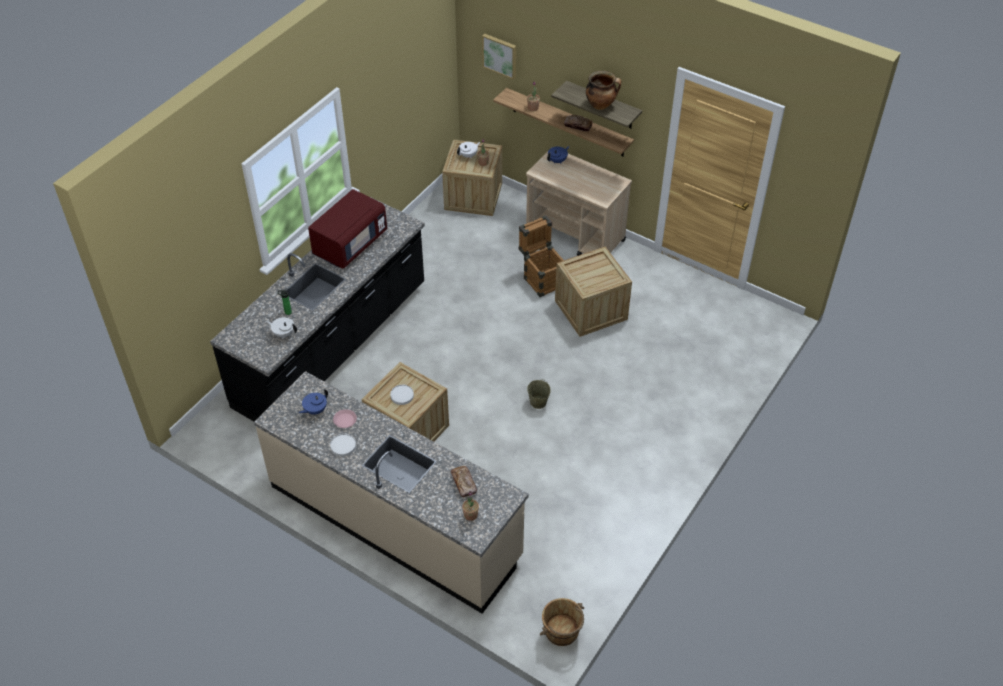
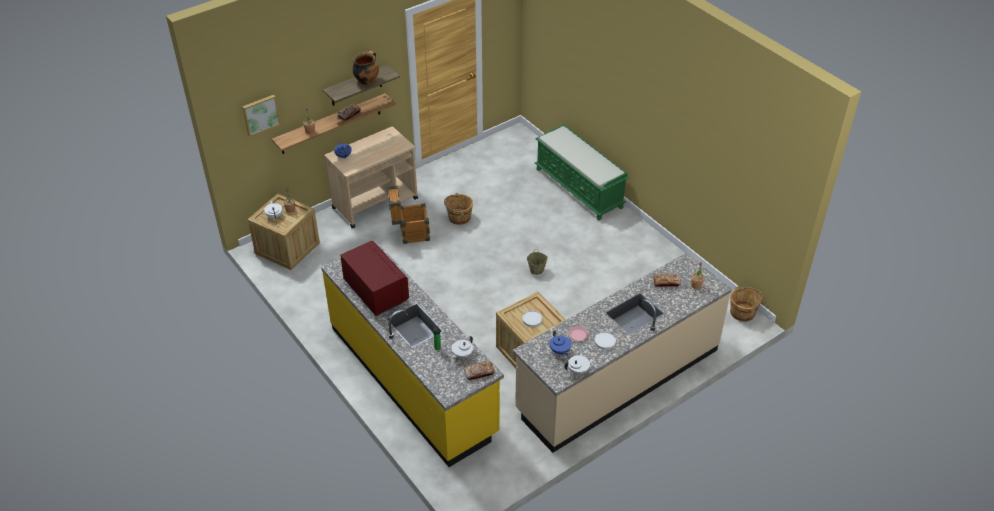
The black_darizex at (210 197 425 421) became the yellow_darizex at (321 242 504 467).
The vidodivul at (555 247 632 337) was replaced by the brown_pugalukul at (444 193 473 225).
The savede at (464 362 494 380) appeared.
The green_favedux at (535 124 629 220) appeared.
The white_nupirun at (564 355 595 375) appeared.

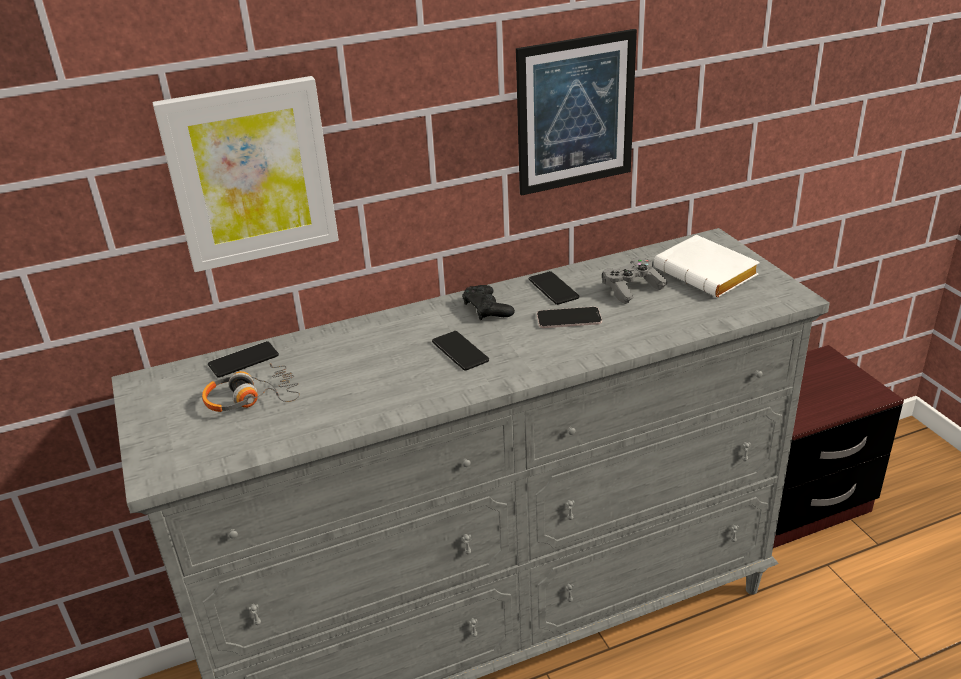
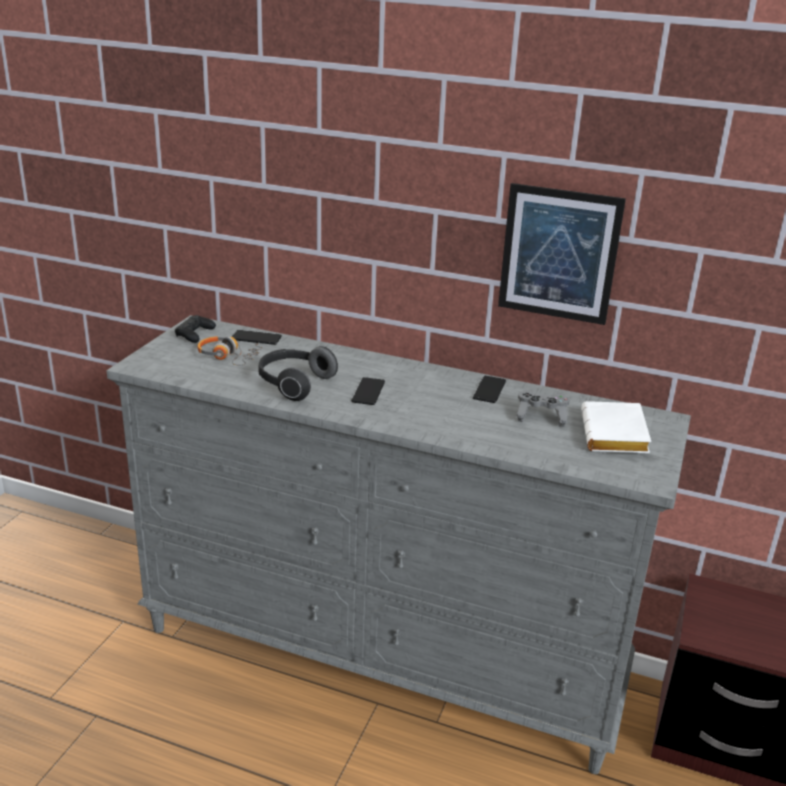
The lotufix at (152 76 339 272) disappeared.
The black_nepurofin moved from (462 285 515 320) to (175 315 216 343).
The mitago at (537 307 602 328) disappeared.
The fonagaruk at (258 346 338 401) appeared.

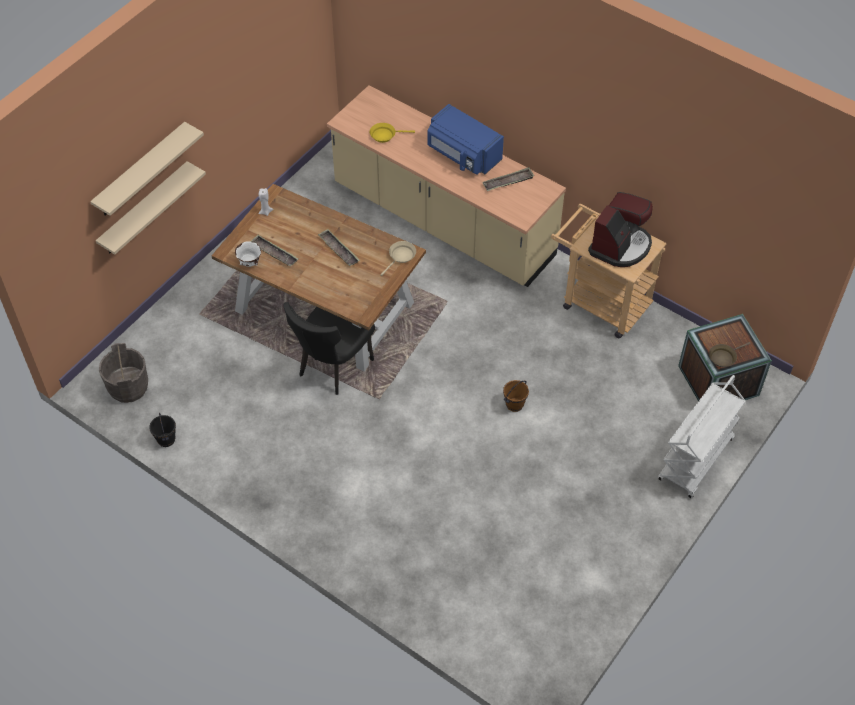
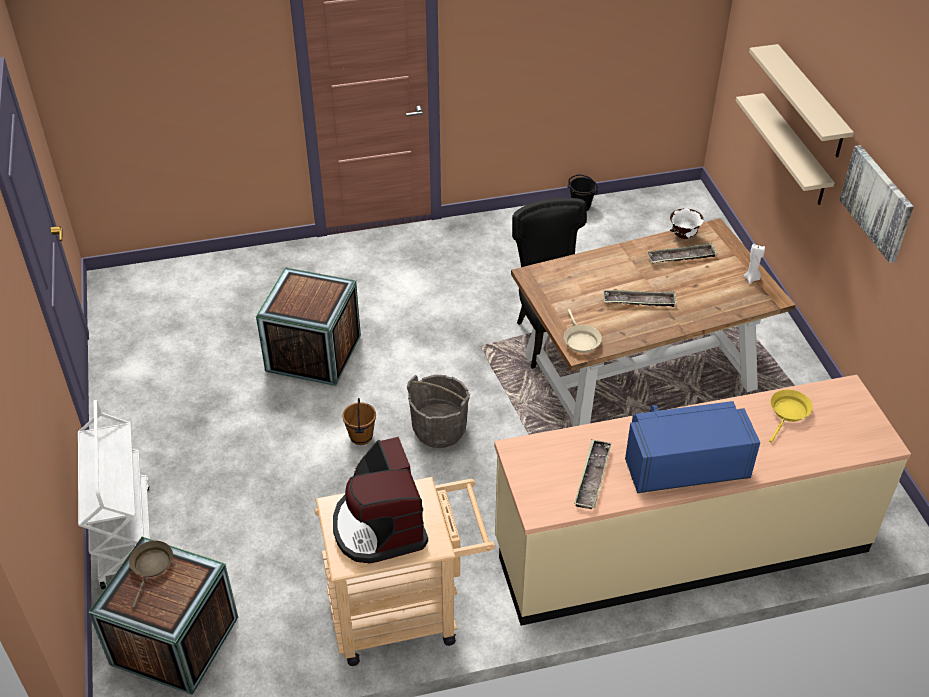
The grey_pugalukul moved from (99 343 148 403) to (407 375 470 448).
The vidodivul at (256 267 361 386) appeared.
The lotufix at (840 145 914 263) appeared.

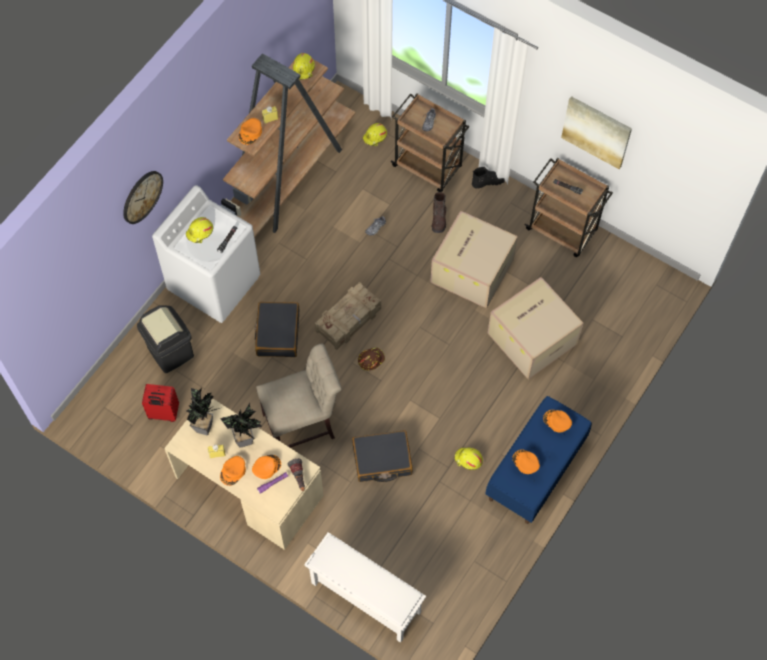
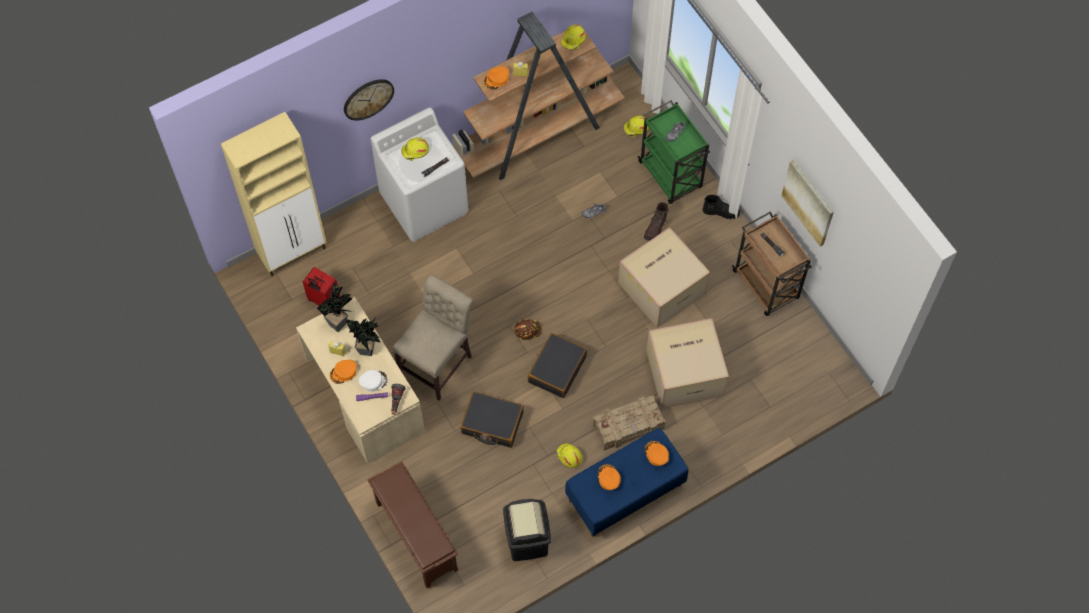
The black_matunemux moved from (137 305 194 373) to (503 499 551 561).
The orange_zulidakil at (252 455 281 479) became the white_zulidakil at (359 370 389 392).
The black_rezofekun moved from (254 302 299 357) to (528 333 587 398).
The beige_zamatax at (256 343 342 448) turned 60 degrees counterclockwise.
The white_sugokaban at (304 532 426 643) became the brown_sugokaban at (367 461 458 588).
The vidodivul moved from (315 282 381 350) to (593 395 666 451).
The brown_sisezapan at (390 93 469 192) became the green_sisezapan at (638 100 710 204).
The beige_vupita at (221 112 327 276) appeared.

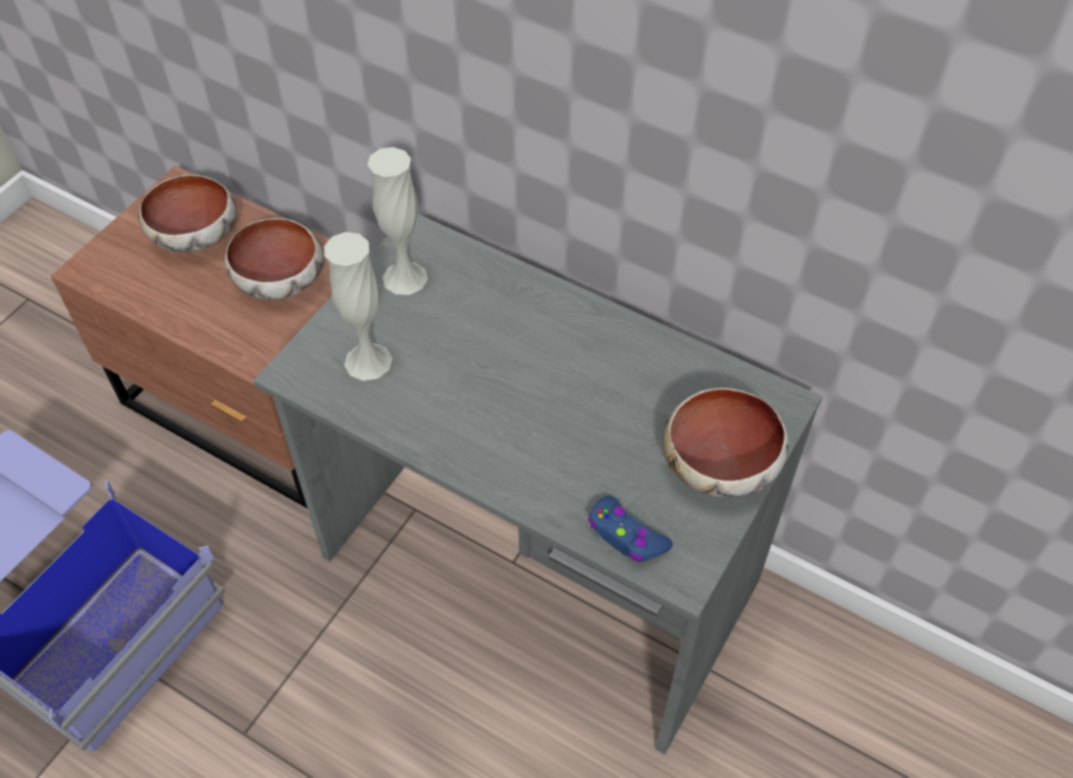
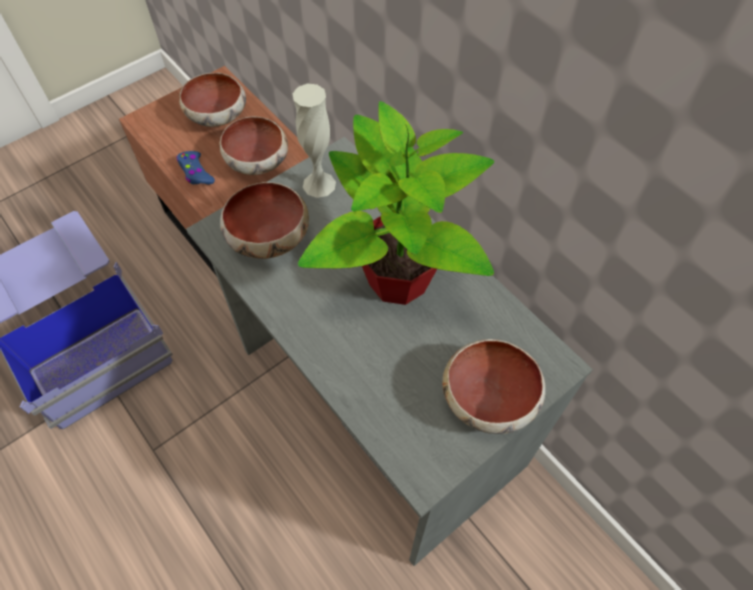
The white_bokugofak at (324 232 392 381) was replaced by the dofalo at (220 182 309 259).
The blue_nepurofin moved from (588 496 673 562) to (177 151 215 185).
The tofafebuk at (298 101 494 305) appeared.

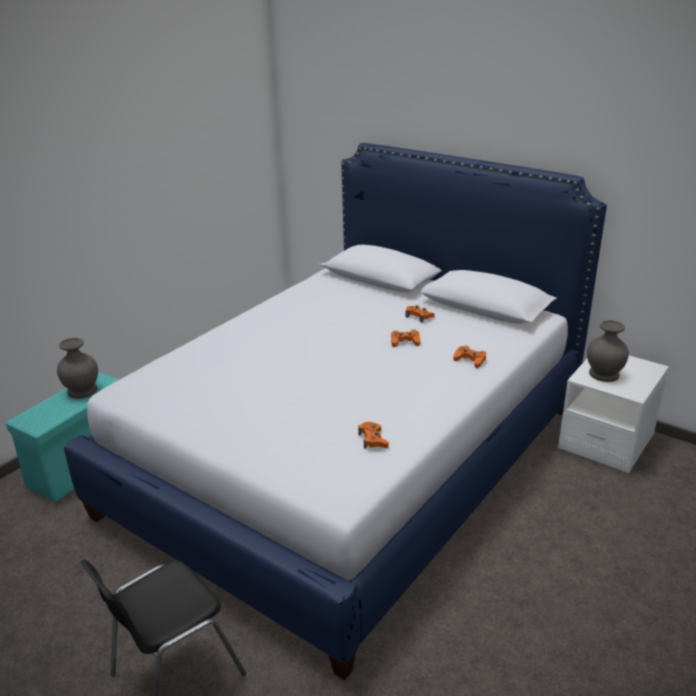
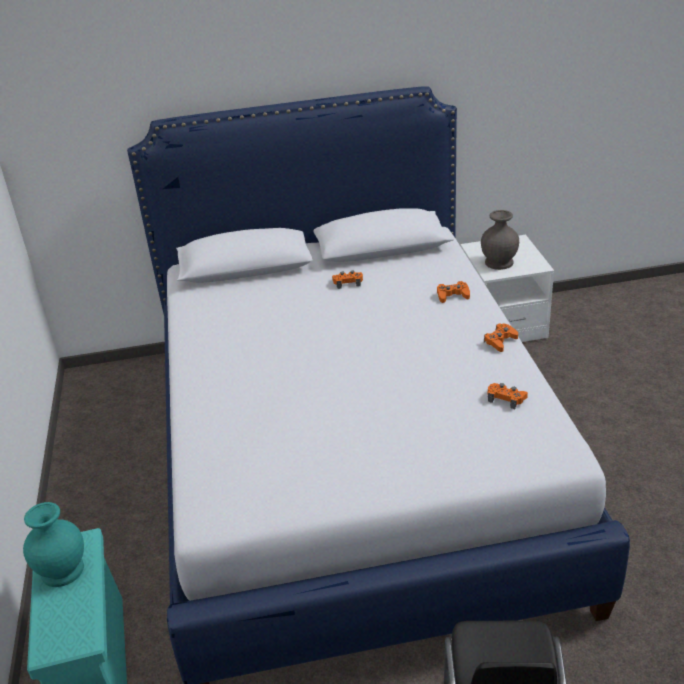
The grey_bokugofak at (57 338 98 398) became the turquoise_bokugofak at (23 502 84 587).
The orange_nepurofin moved from (391 330 420 347) to (484 323 518 352).

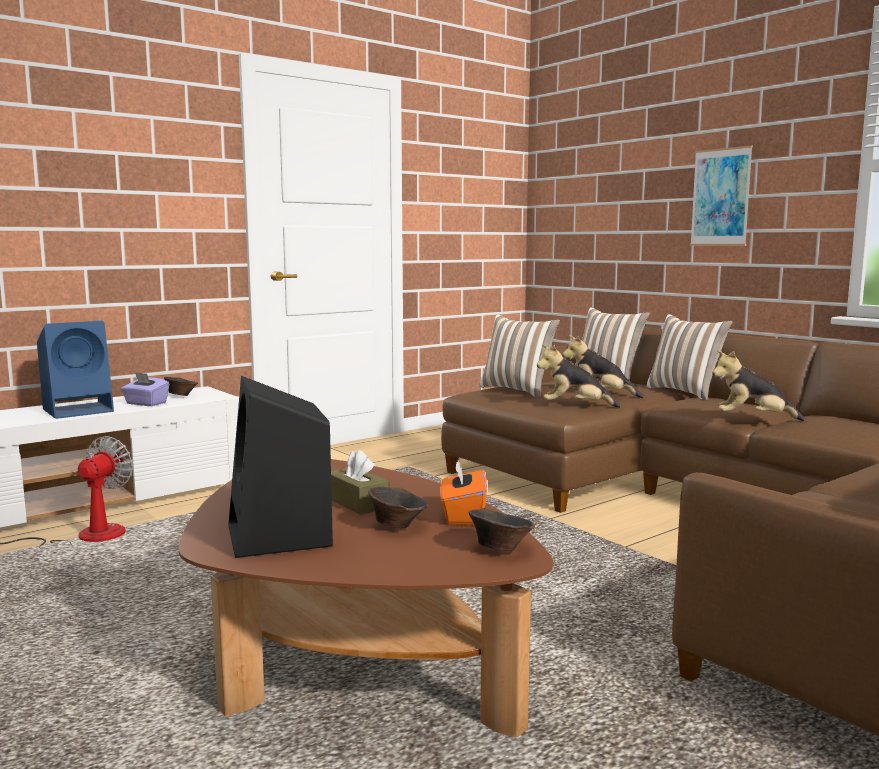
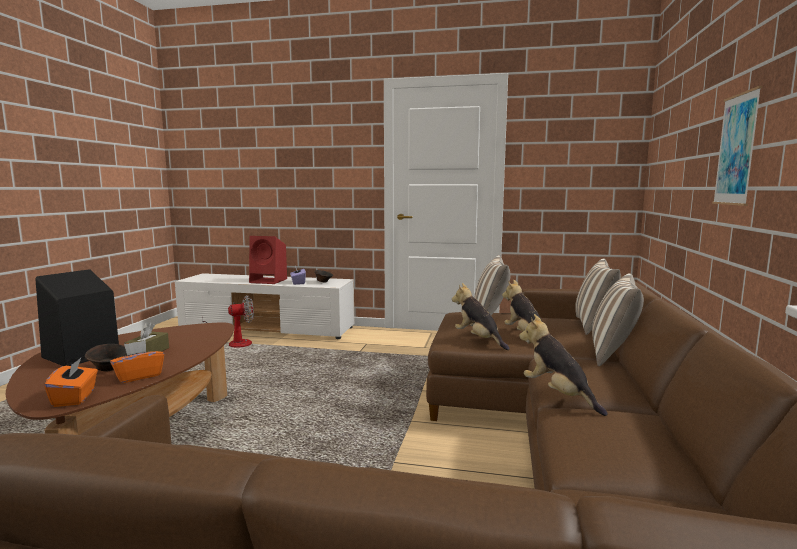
The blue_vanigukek at (37 321 114 419) became the red_vanigukek at (249 236 287 284).
The brown_dofalo at (469 508 535 551) was replaced by the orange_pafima at (44 358 98 407).

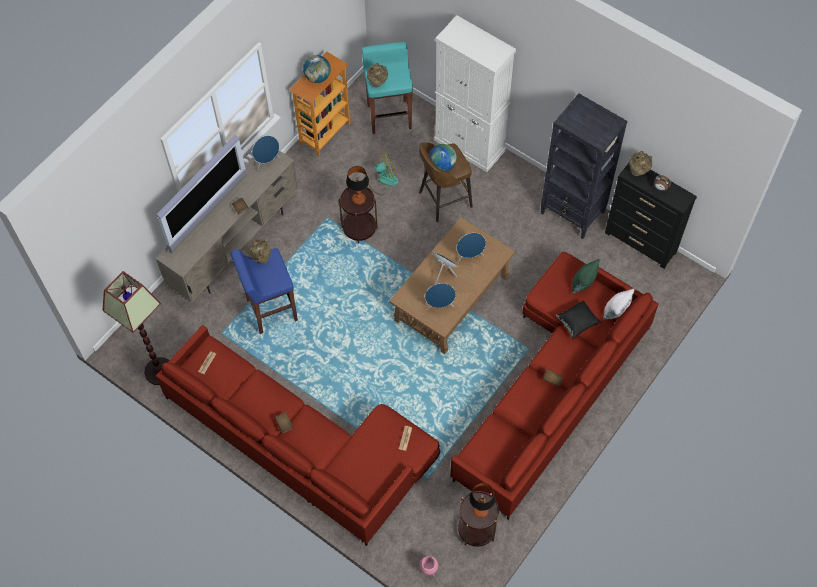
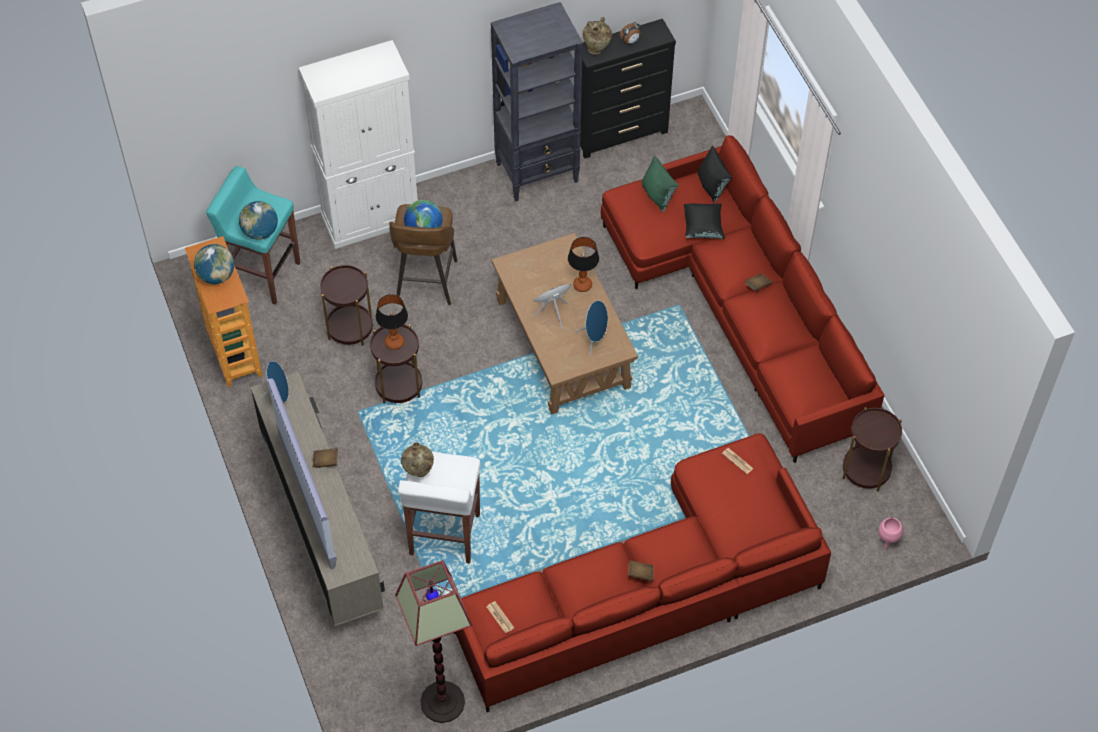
The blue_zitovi at (231 248 298 334) became the white_zitovi at (398 451 481 564).
The beige_bokugofak at (367 63 388 88) was replaced by the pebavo at (239 201 278 240).
The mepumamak at (368 150 399 196) was replaced by the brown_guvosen at (320 265 373 346).
The blue_vanigukek at (457 233 486 262) disappeared.
The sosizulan moved from (469 483 496 518) to (568 237 599 292).
The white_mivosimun at (603 288 635 320) became the black_mivosimun at (698 145 732 203).

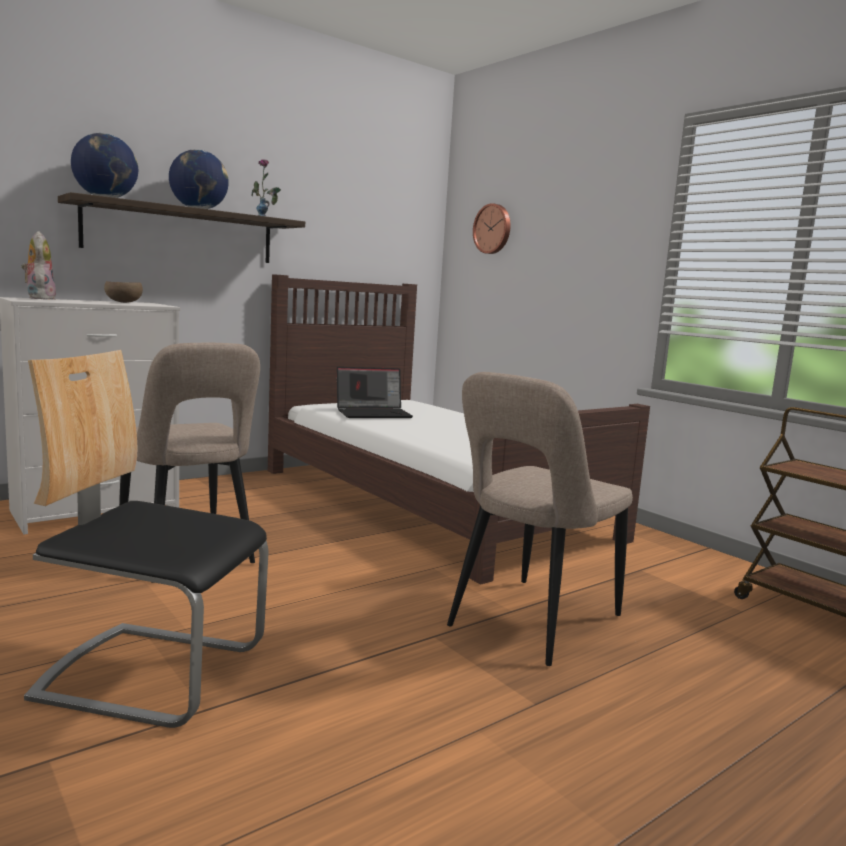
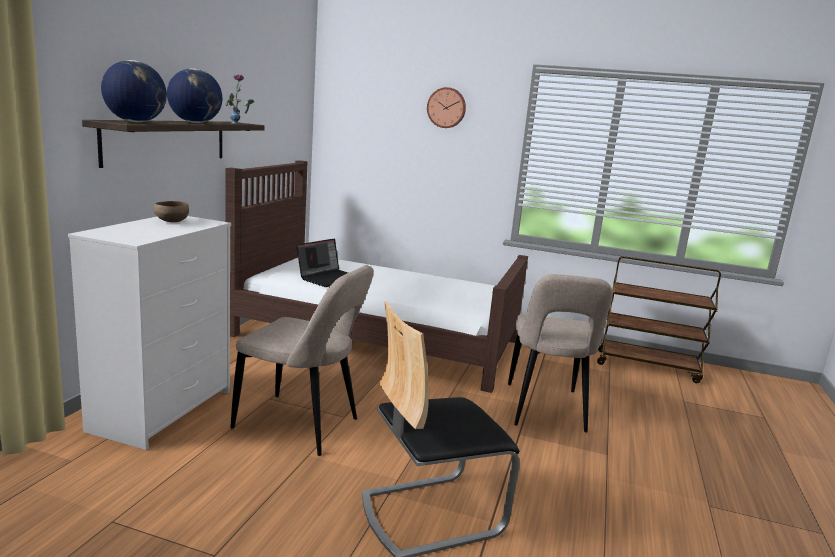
The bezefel at (21 231 56 300) disappeared.
The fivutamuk moved from (473 203 511 254) to (427 87 466 128).

